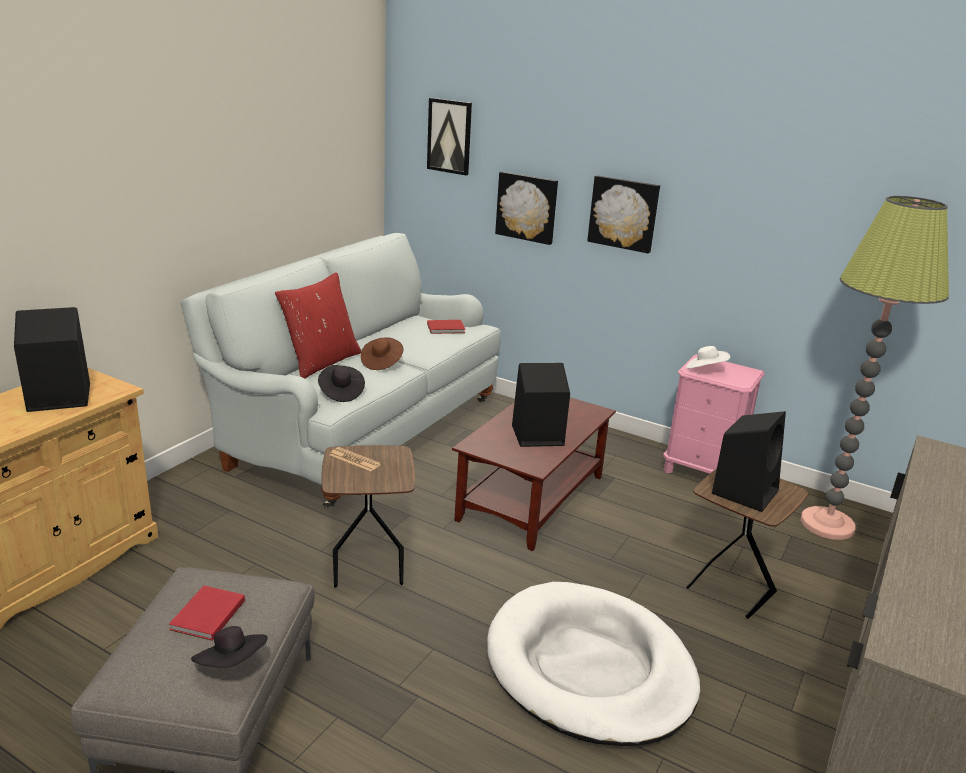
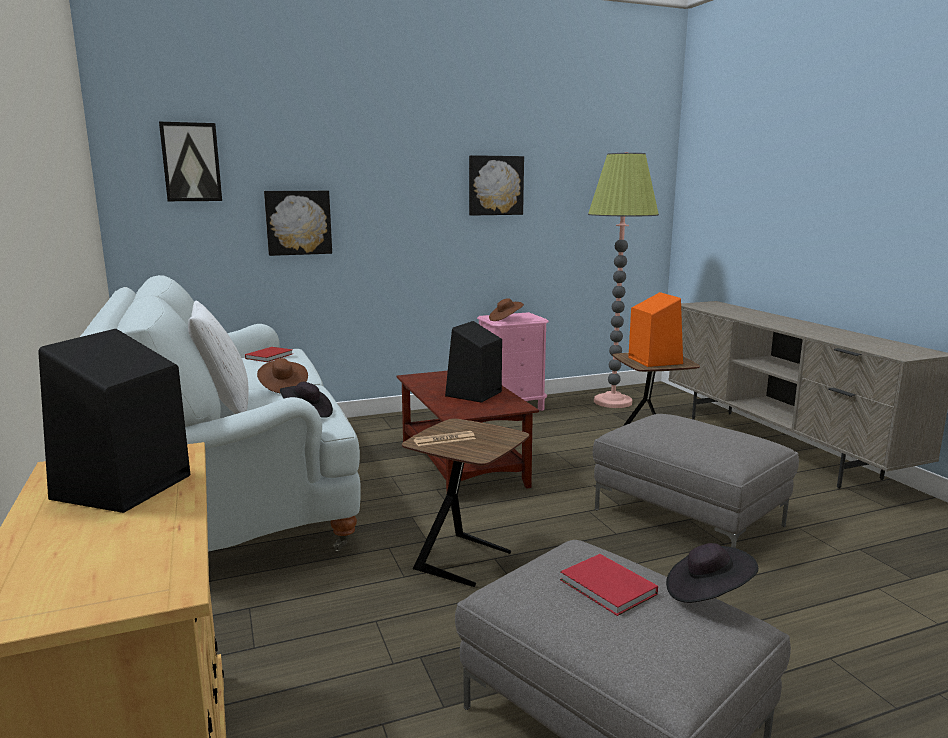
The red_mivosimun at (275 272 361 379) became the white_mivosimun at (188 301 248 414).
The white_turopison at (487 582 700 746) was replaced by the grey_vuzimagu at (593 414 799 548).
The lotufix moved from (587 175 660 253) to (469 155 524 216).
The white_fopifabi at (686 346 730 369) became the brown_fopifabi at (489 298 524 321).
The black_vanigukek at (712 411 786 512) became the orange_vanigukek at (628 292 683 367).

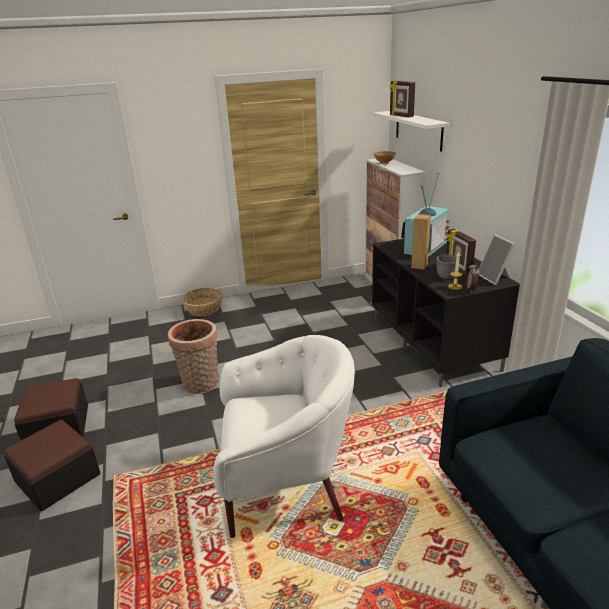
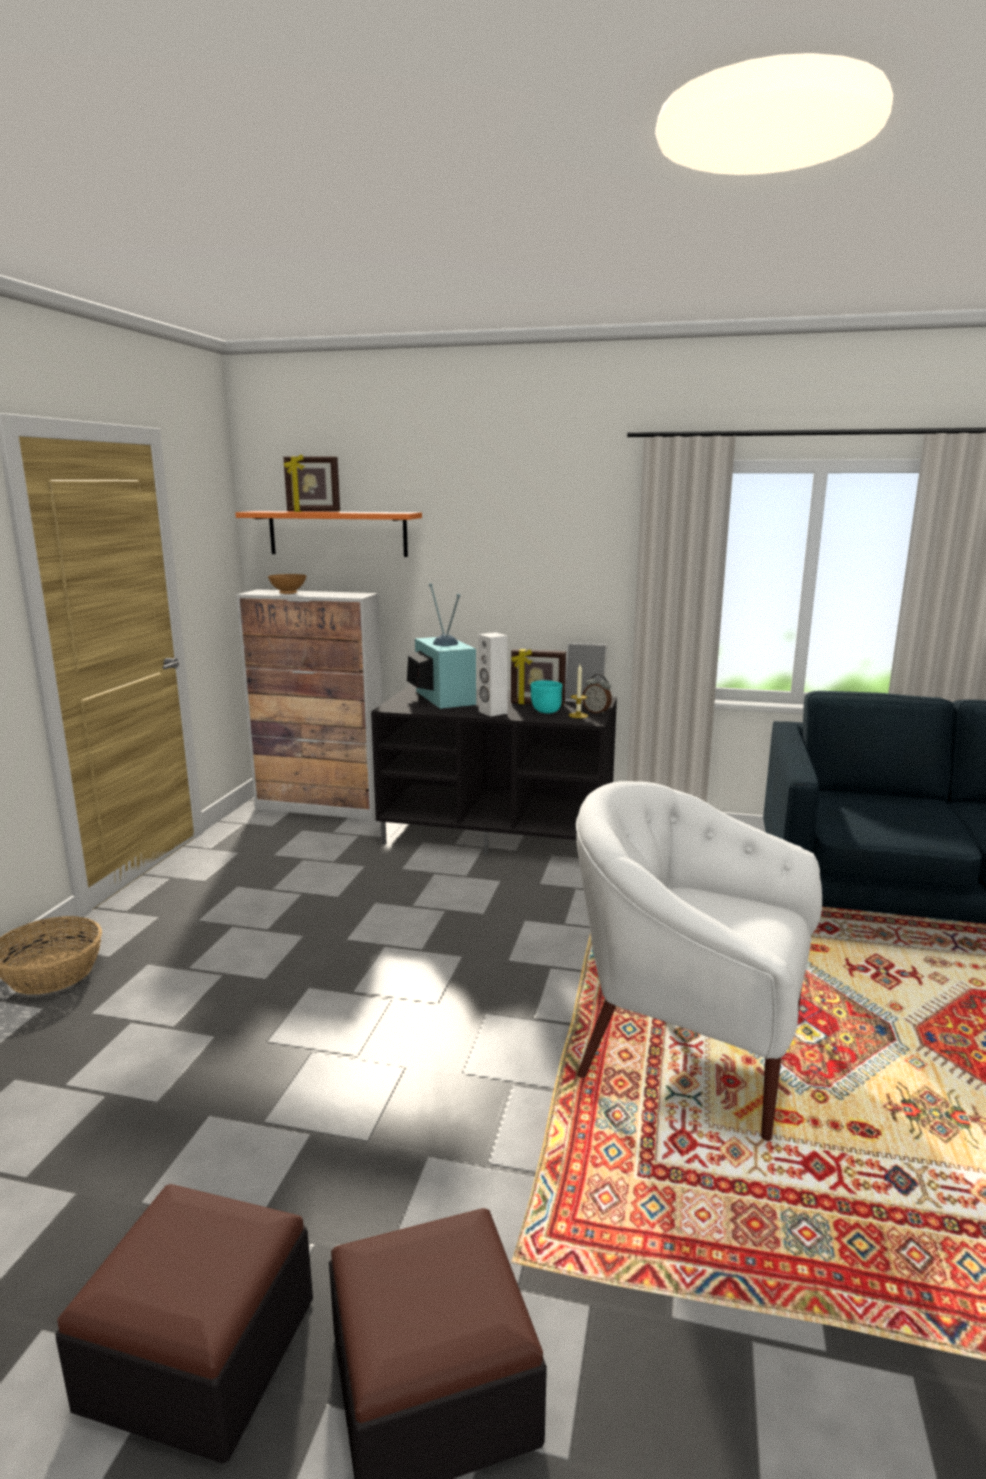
The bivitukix at (168 319 219 394) disappeared.
The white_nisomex at (213 335 355 538) turned 90 degrees counterclockwise.
The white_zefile at (373 111 450 151) became the orange_zefile at (235 511 422 557).
The brown_vanigukek at (411 214 431 270) became the white_vanigukek at (478 632 507 717).
The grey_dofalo at (437 255 456 279) became the turquoise_dofalo at (531 680 562 713).

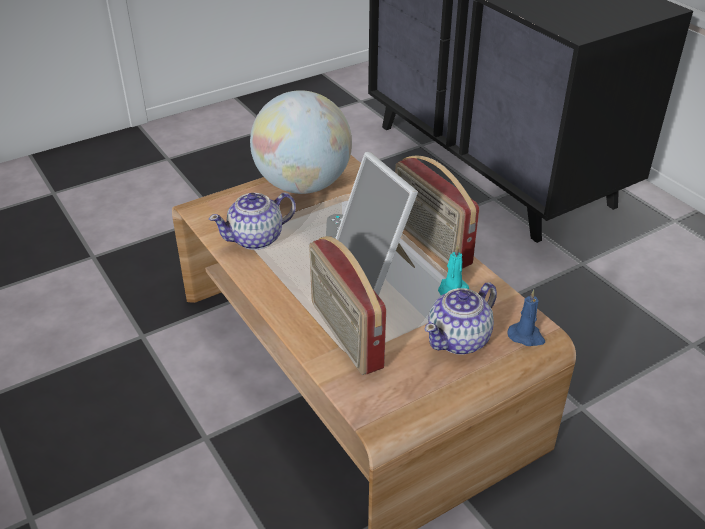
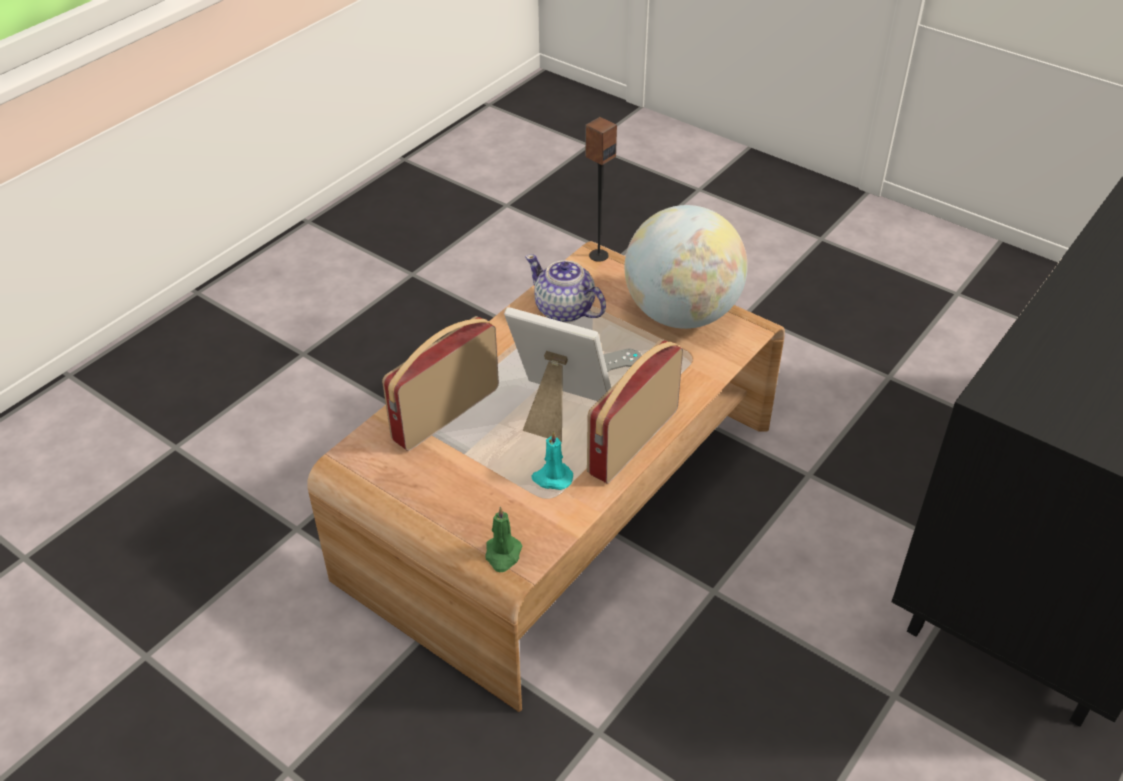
The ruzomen at (335 152 418 296) turned 75 degrees clockwise.
The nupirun at (425 282 497 355) disappeared.
The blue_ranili at (507 290 545 346) became the green_ranili at (486 506 522 572).
The vanigukek at (585 117 617 262) appeared.

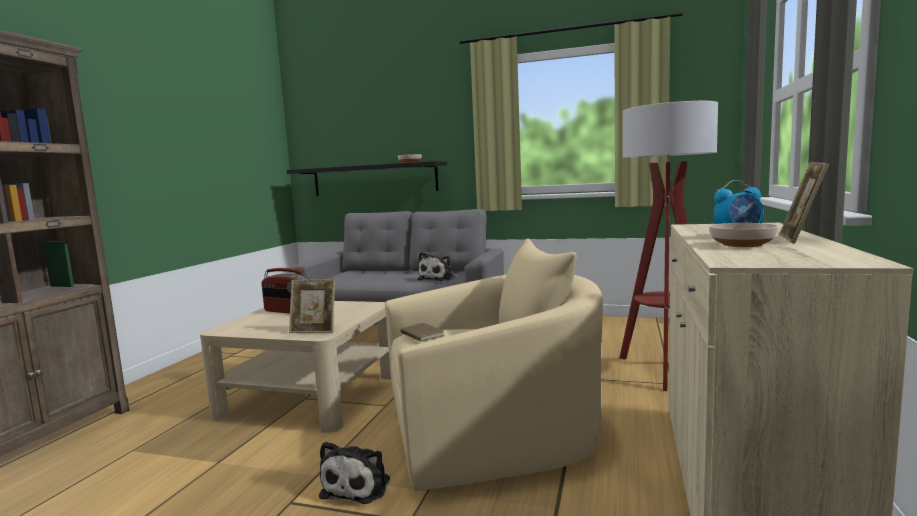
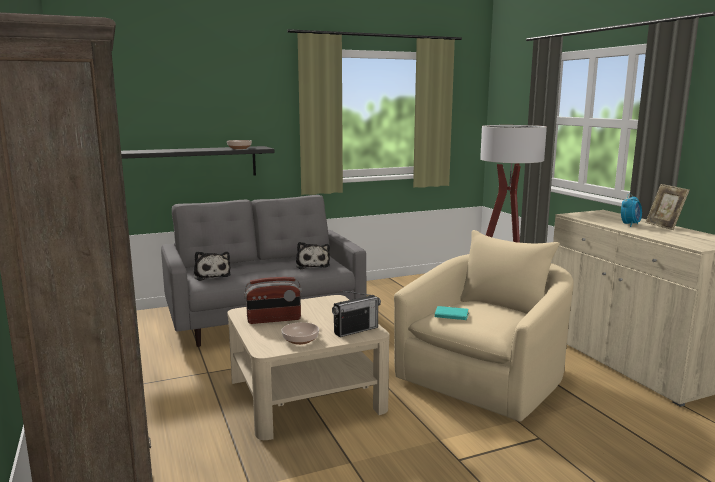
The ruzomen at (289 279 335 333) was replaced by the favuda at (332 290 381 337).
The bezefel moved from (319 441 390 504) to (194 252 231 281).
The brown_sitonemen at (400 323 444 342) became the turquoise_sitonemen at (435 306 469 320).
The dofalo moved from (709 223 779 247) to (281 322 319 345).

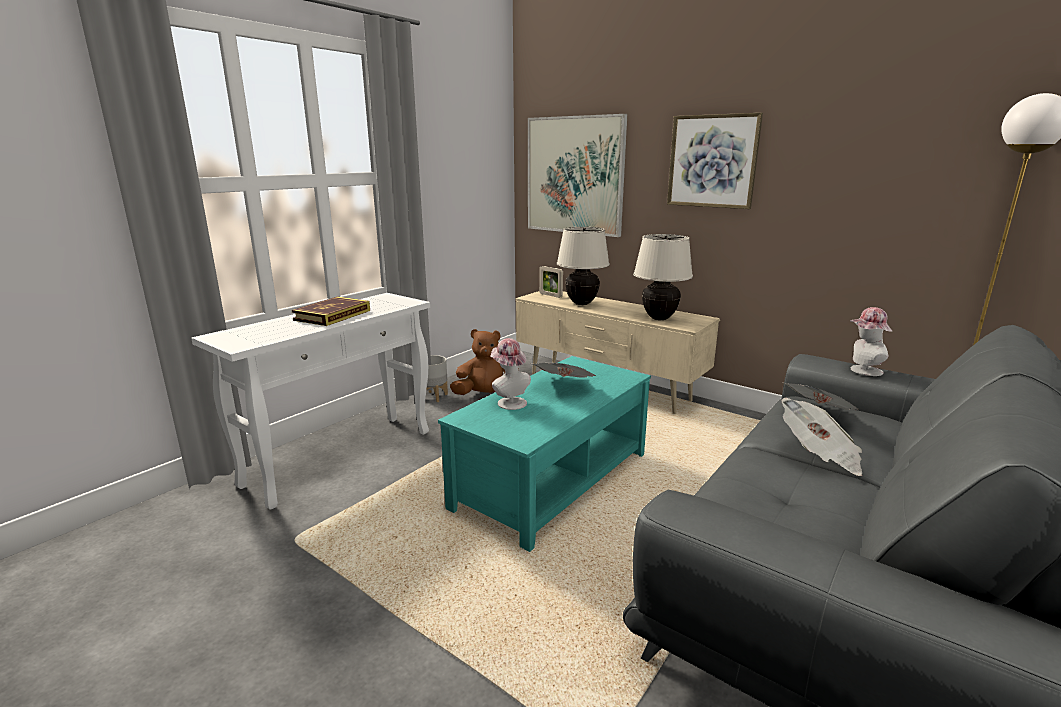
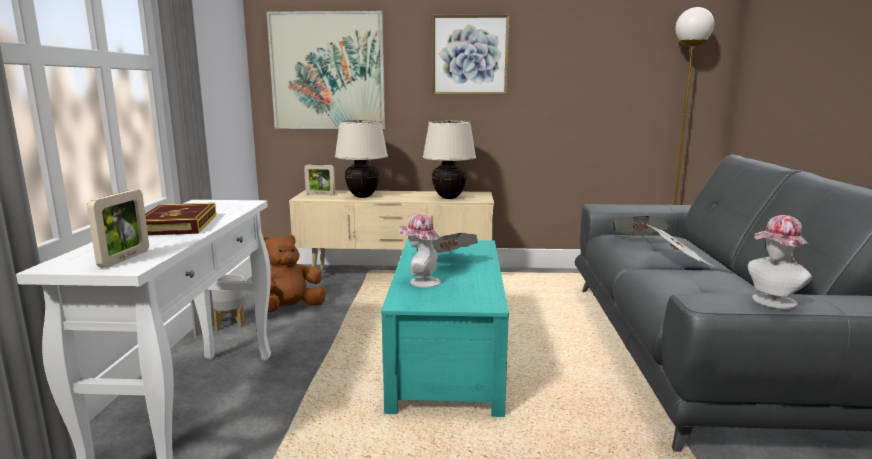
The fopifabi moved from (850 307 892 376) to (748 215 812 309).
The ruzomen at (87 190 149 268) appeared.

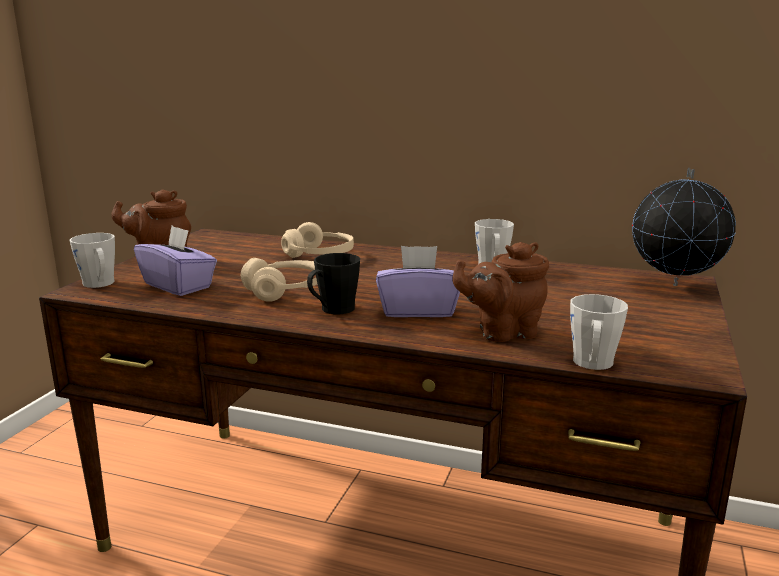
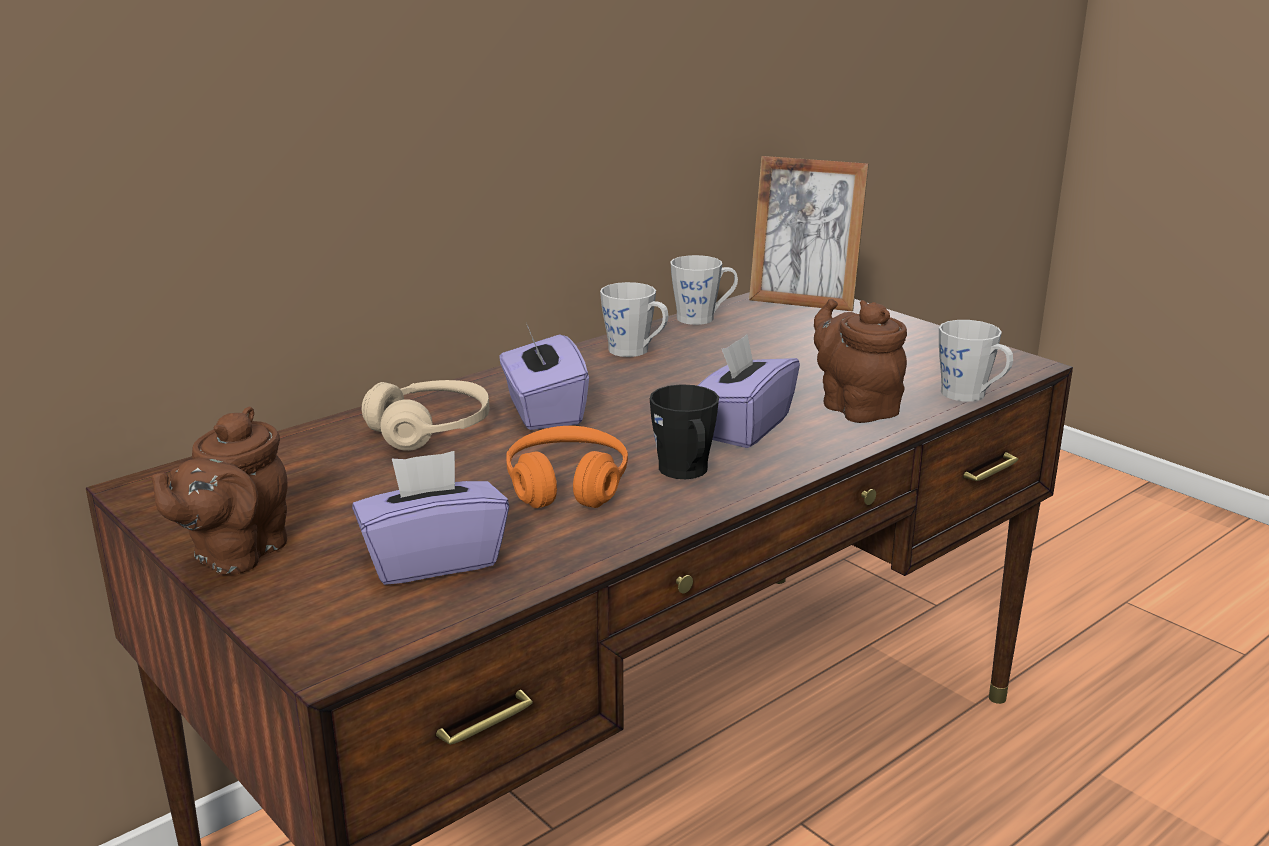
The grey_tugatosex moved from (69 233 115 288) to (670 255 738 325).
The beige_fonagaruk at (241 258 317 302) became the orange_fonagaruk at (506 426 628 508).
The brown_nupirun at (453 242 549 342) turned 135 degrees clockwise.
The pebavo at (632 168 736 286) was replaced by the ruzomen at (749 156 869 311).
The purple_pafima at (499 322 589 430) appeared.

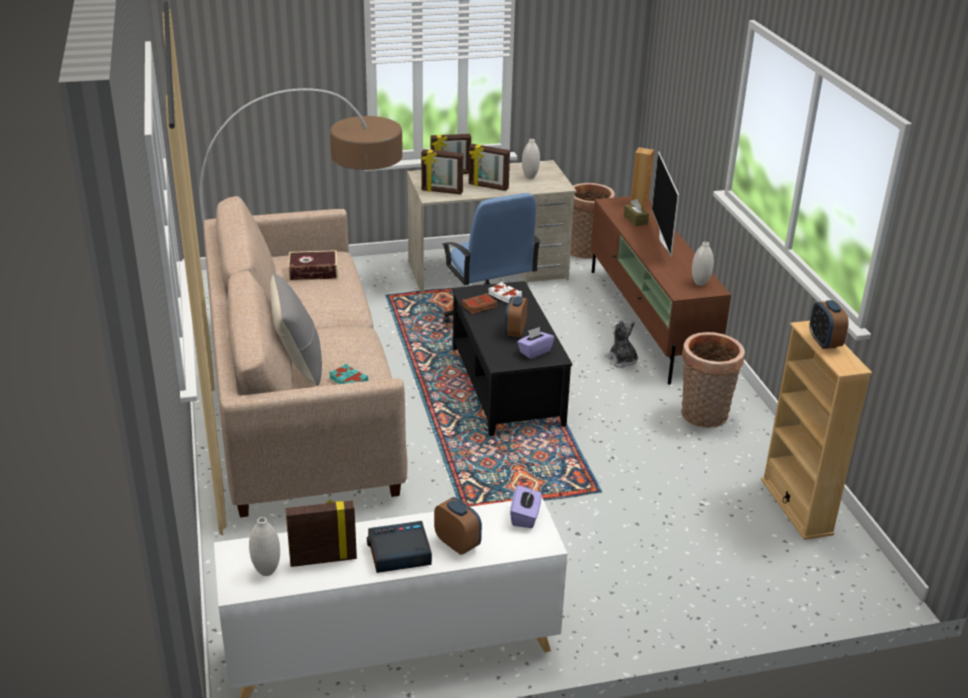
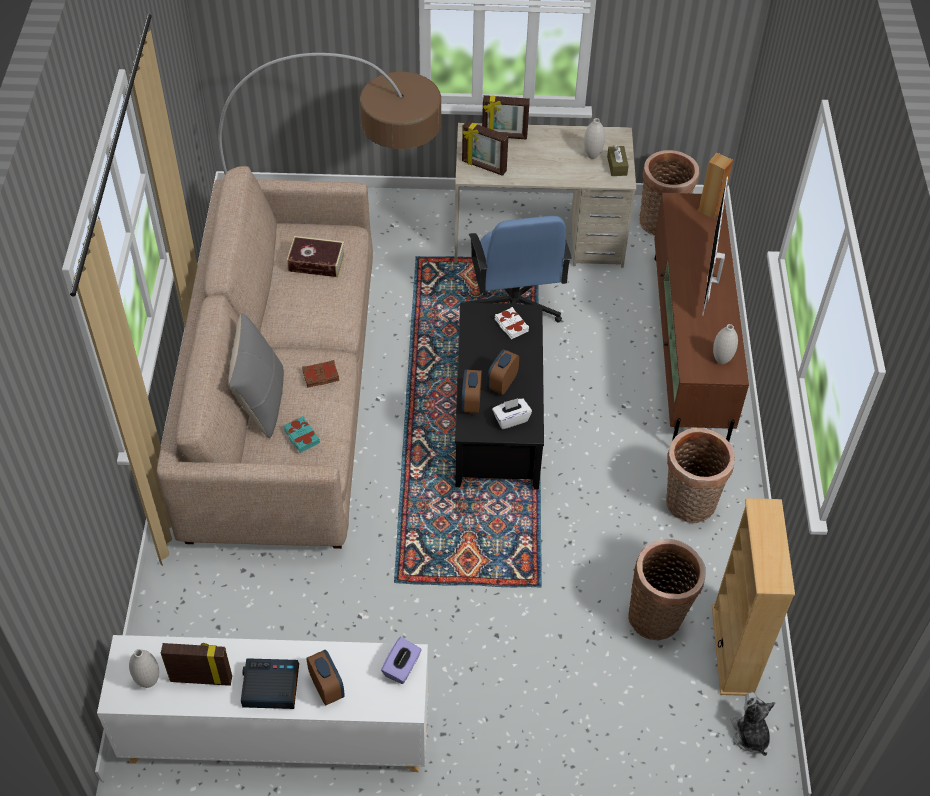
The brown_sitonemen moved from (462 293 497 314) to (302 360 339 388).
The ruzomen at (469 144 510 191) disappeared.
The purple_pafima at (517 327 554 359) became the white_pafima at (492 398 532 429).
The bezefel moved from (605 320 638 368) to (731 692 776 756).
The brown_pafima moved from (624 199 649 226) to (607 145 629 176).
The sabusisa moved from (810 300 849 349) to (461 369 482 414).
The bivitukix at (628 539 706 640) appeared.

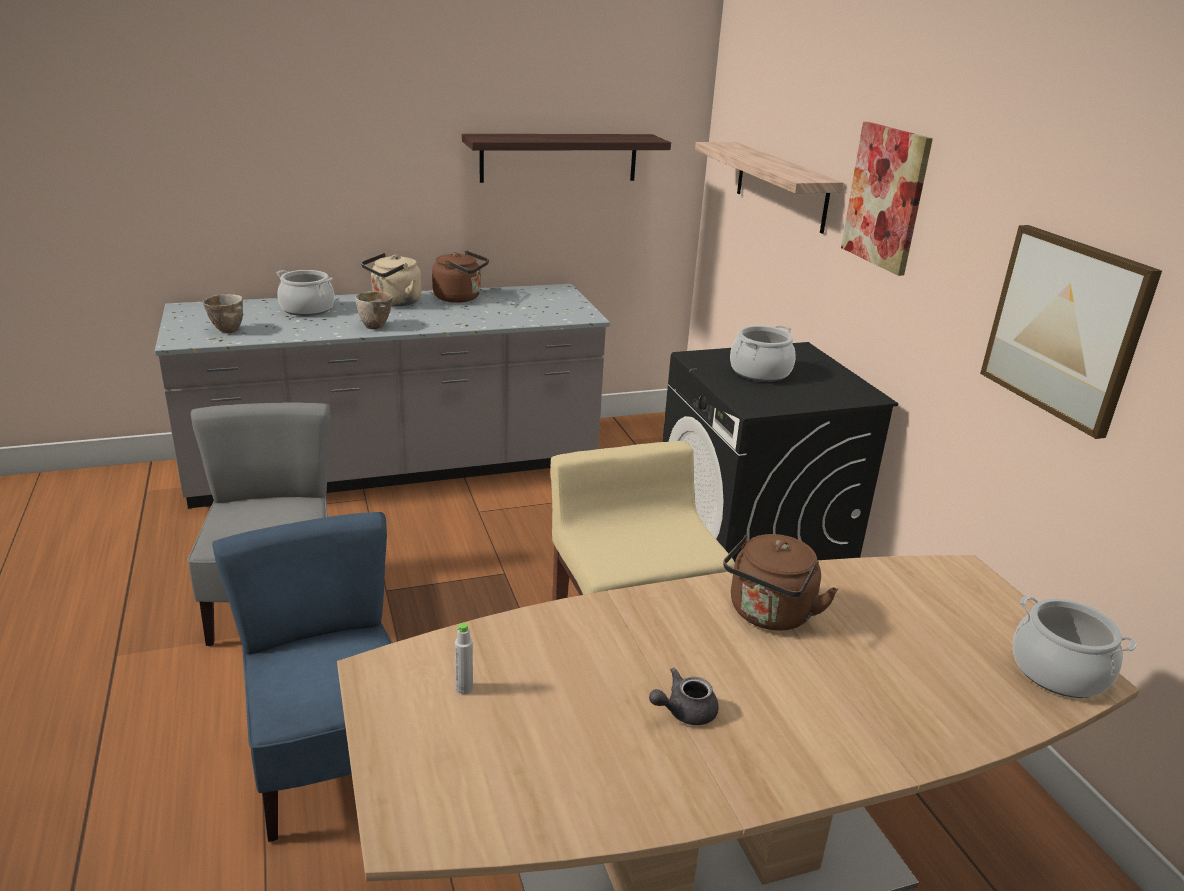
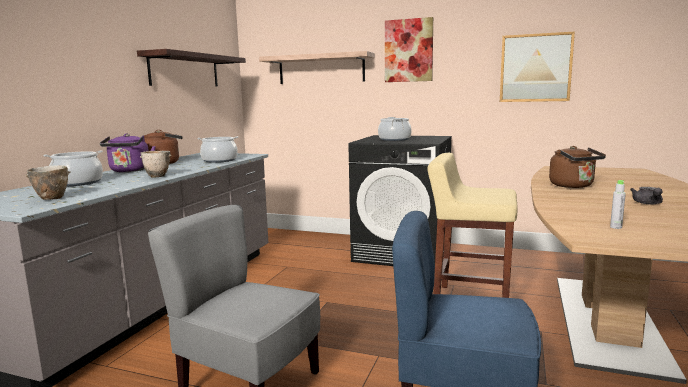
The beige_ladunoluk at (361 253 422 306) became the purple_ladunoluk at (100 133 156 172).
The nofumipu moved from (1013 595 1137 698) to (197 136 238 163).

